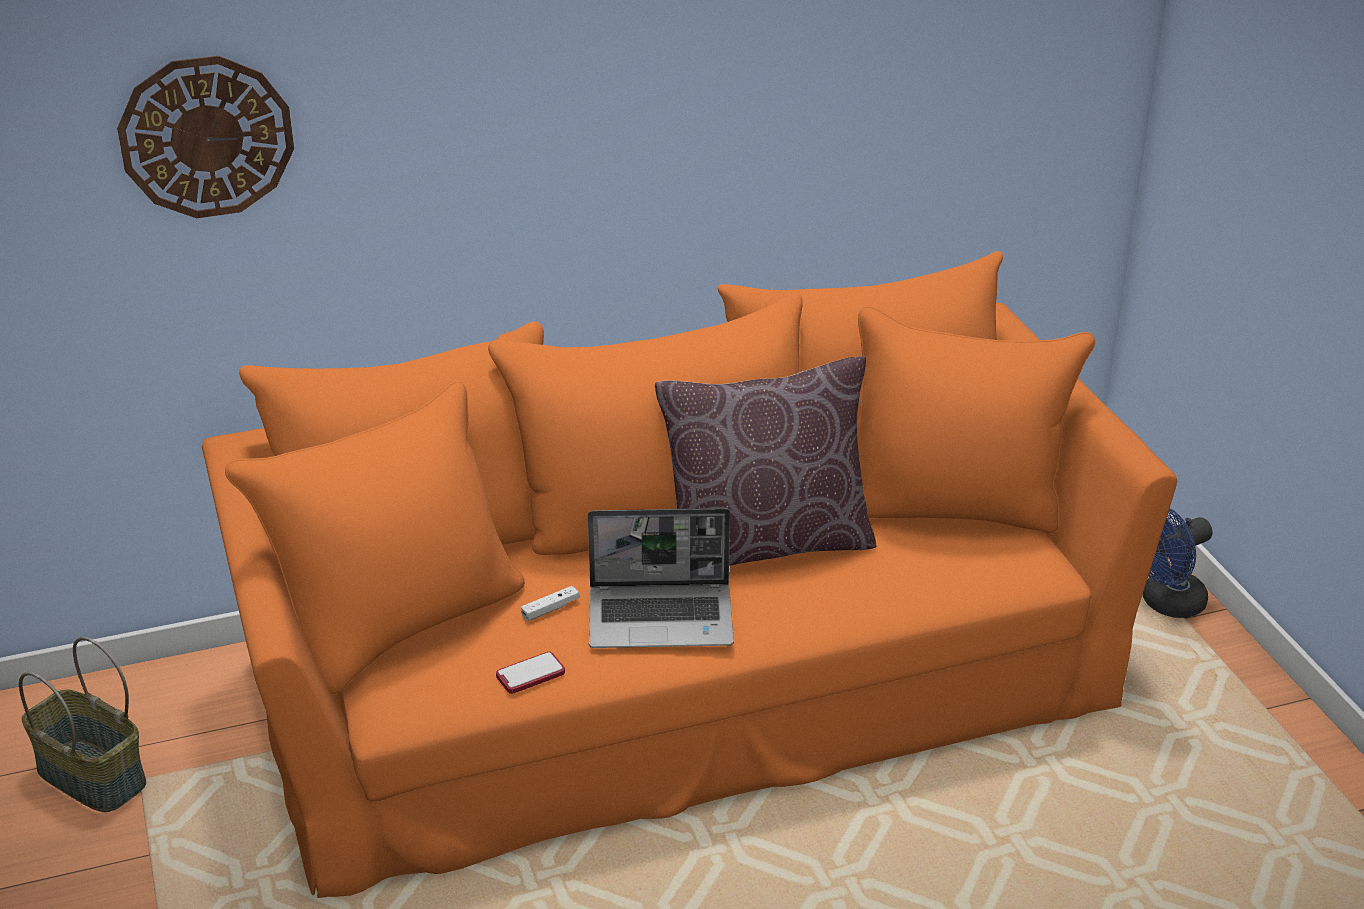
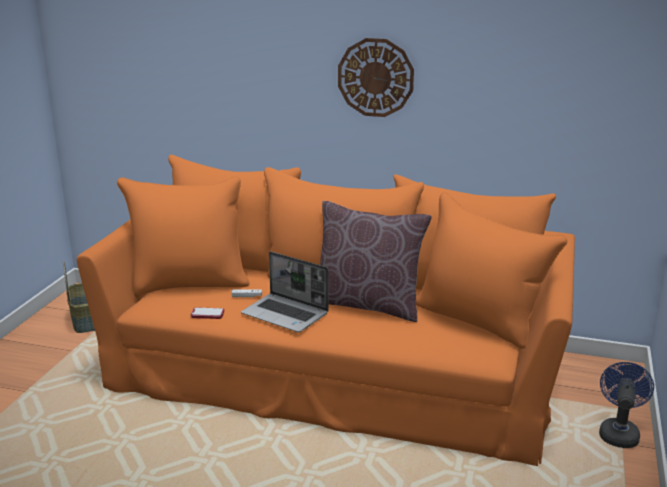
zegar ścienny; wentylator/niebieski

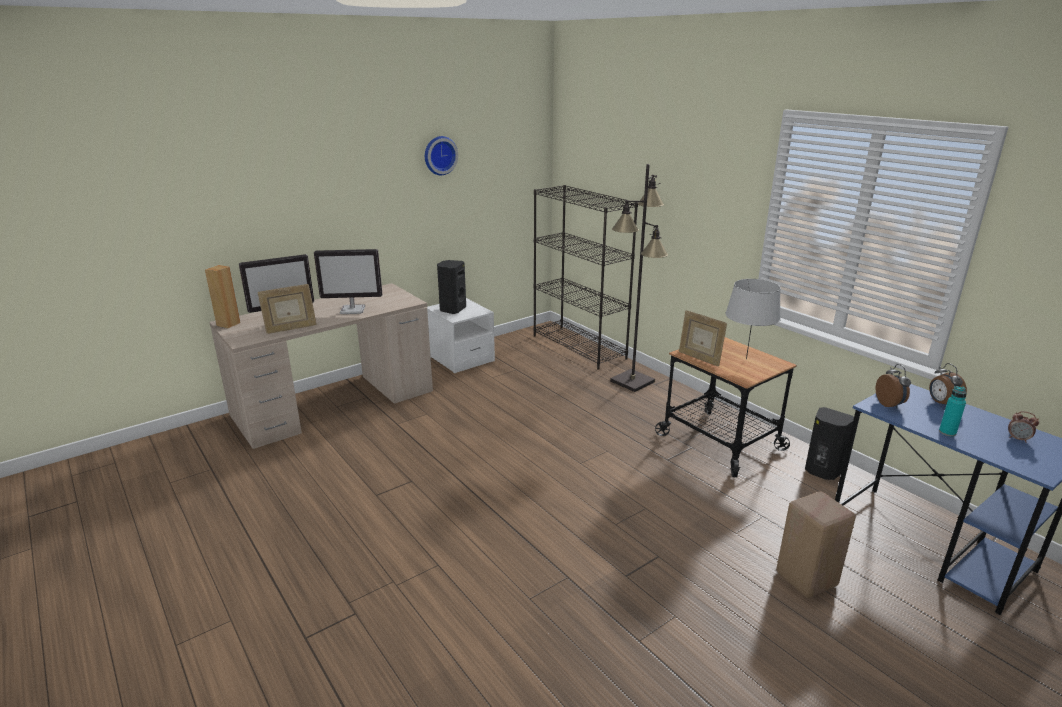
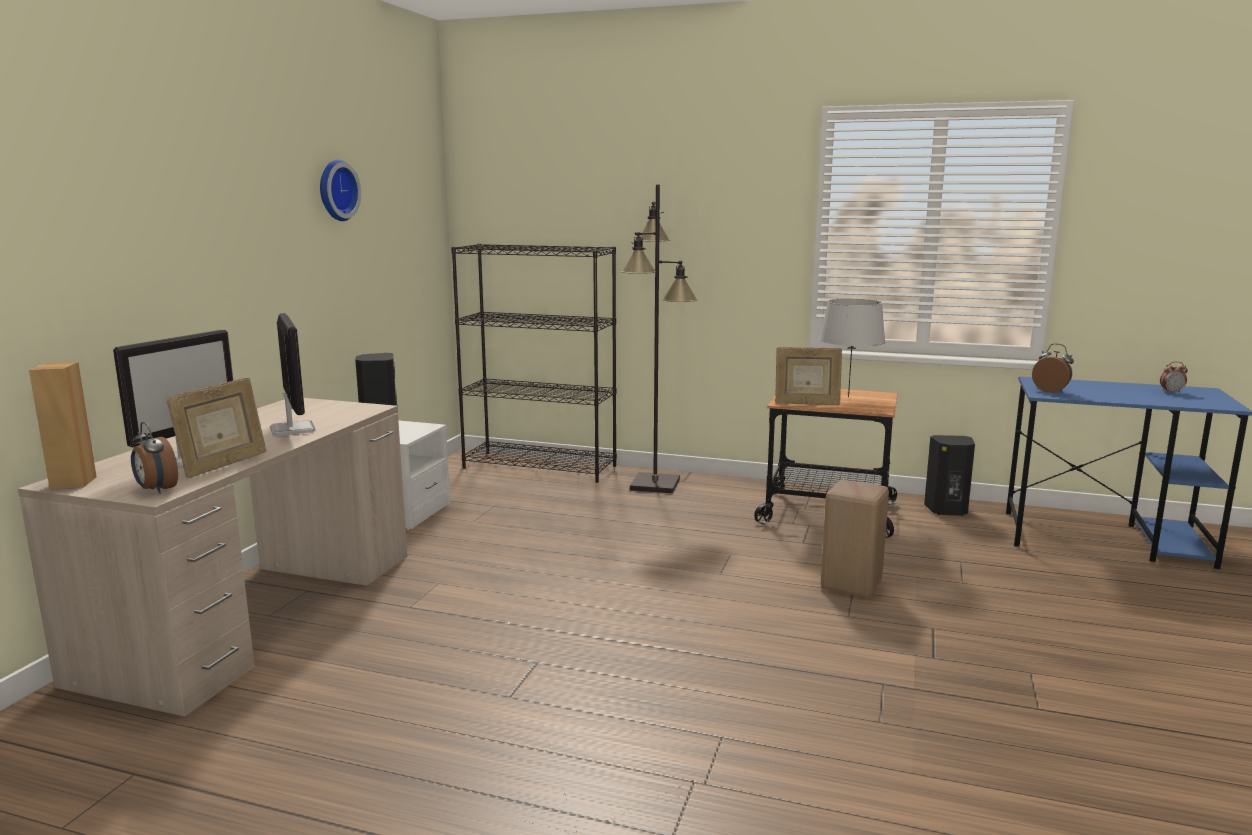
monitor (2nd from left); budzik (1st from left); butelka/turkusowy; stołek/beżowy

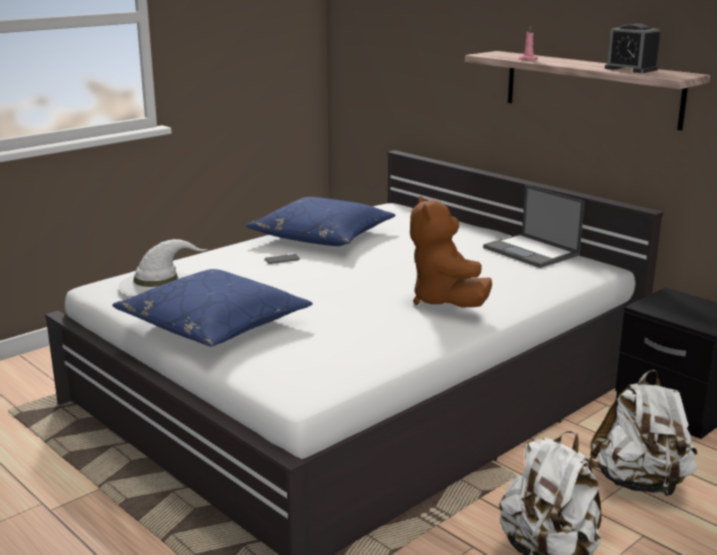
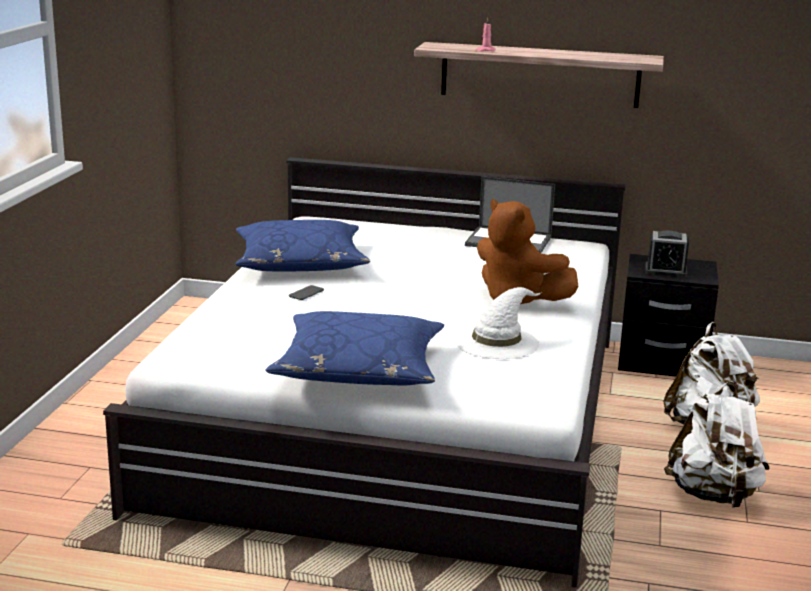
budzik; kapelusz/biały

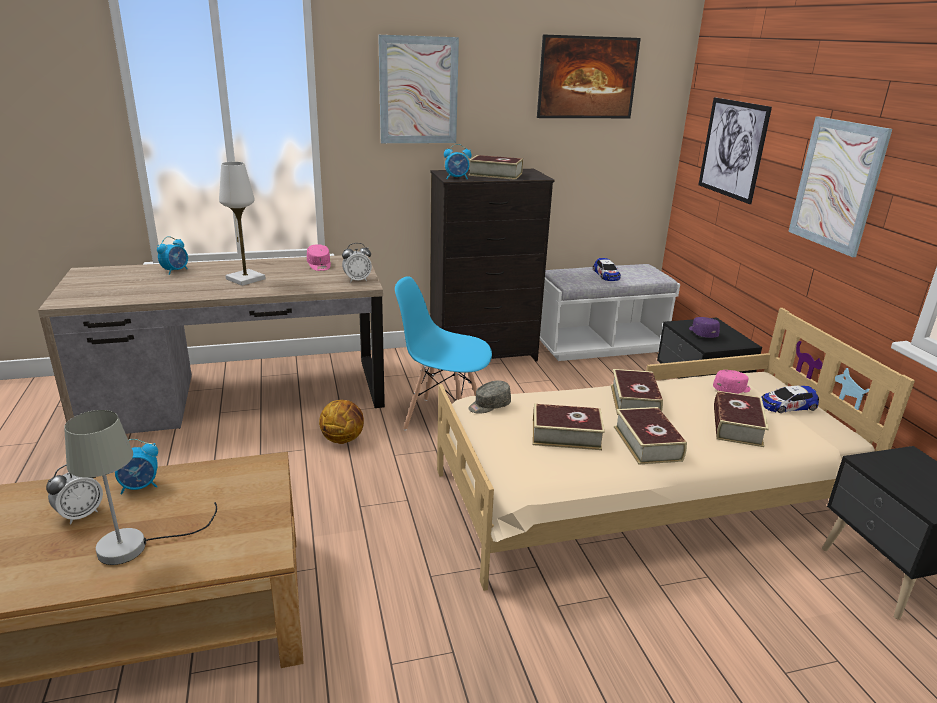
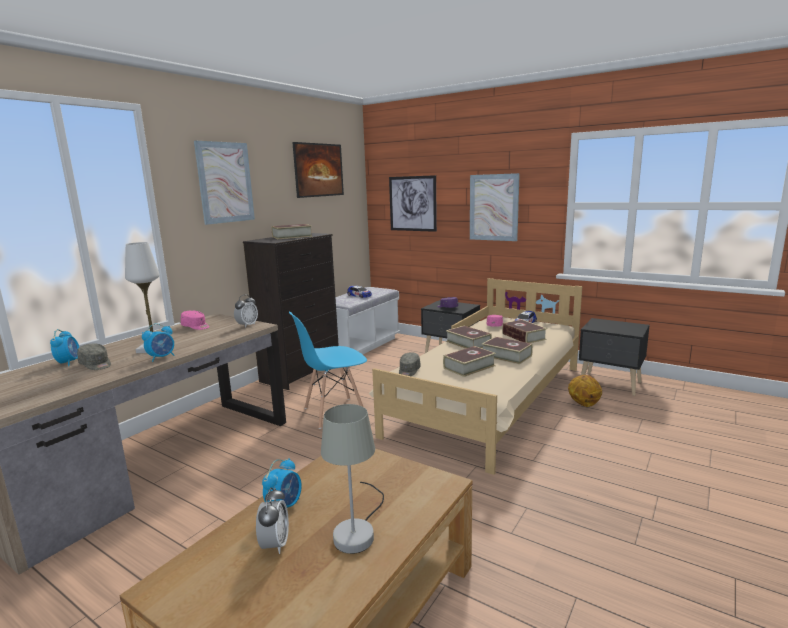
budzik (2nd from left); piłka do koszykówki; czapka z daszkiem/szary (1st from left)

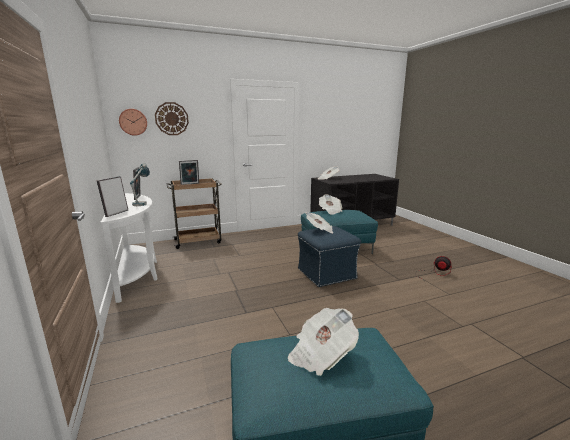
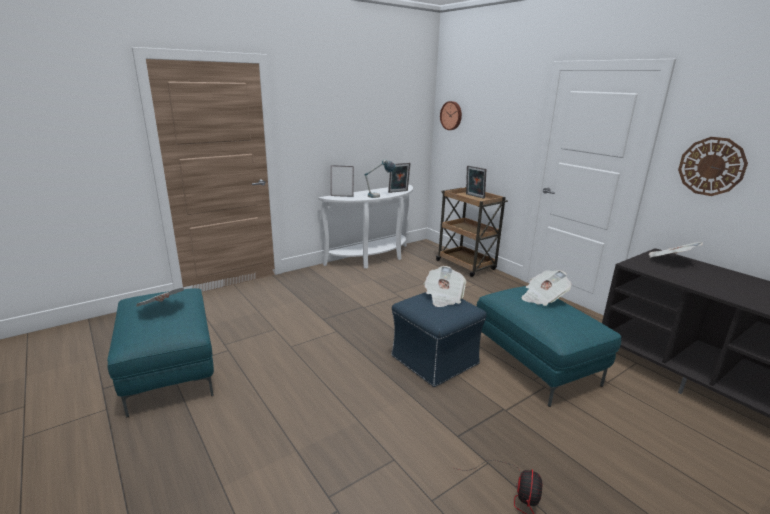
zegar ścienny (2nd from left)

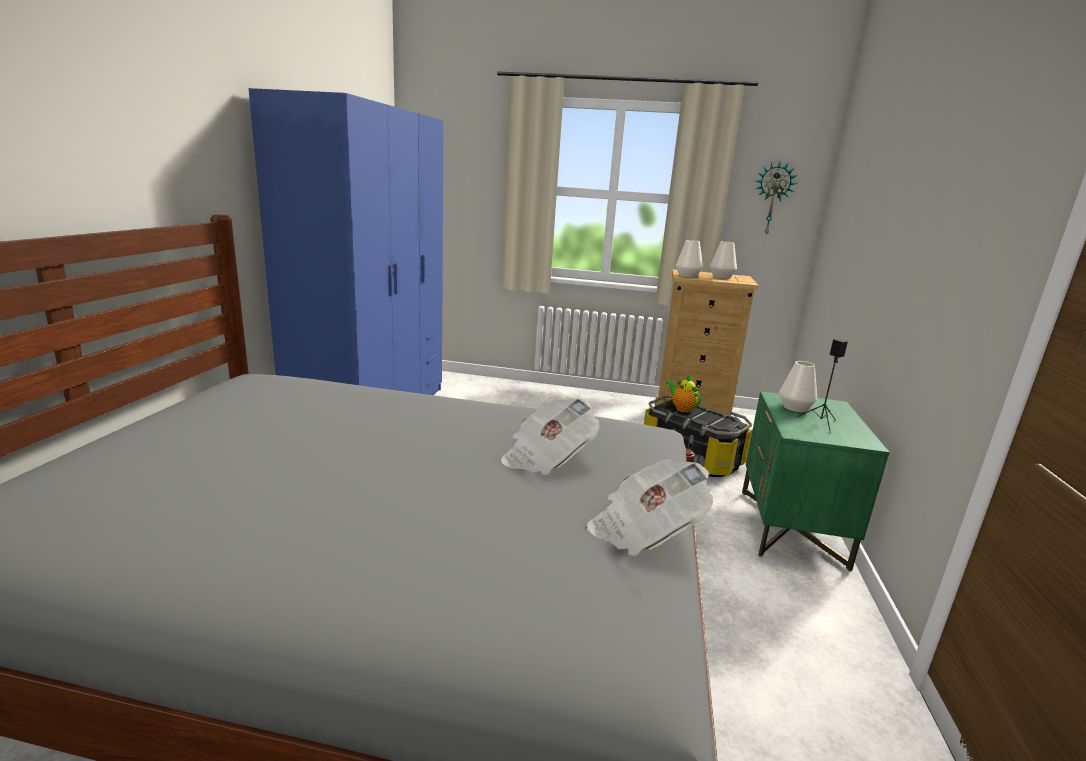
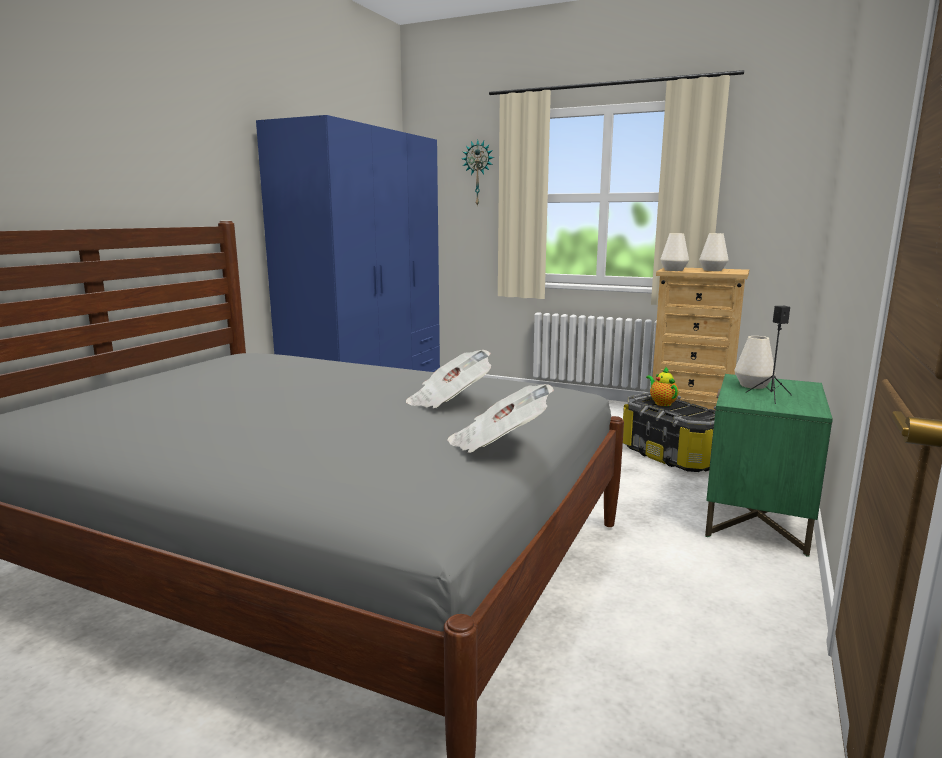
zegar ścienny

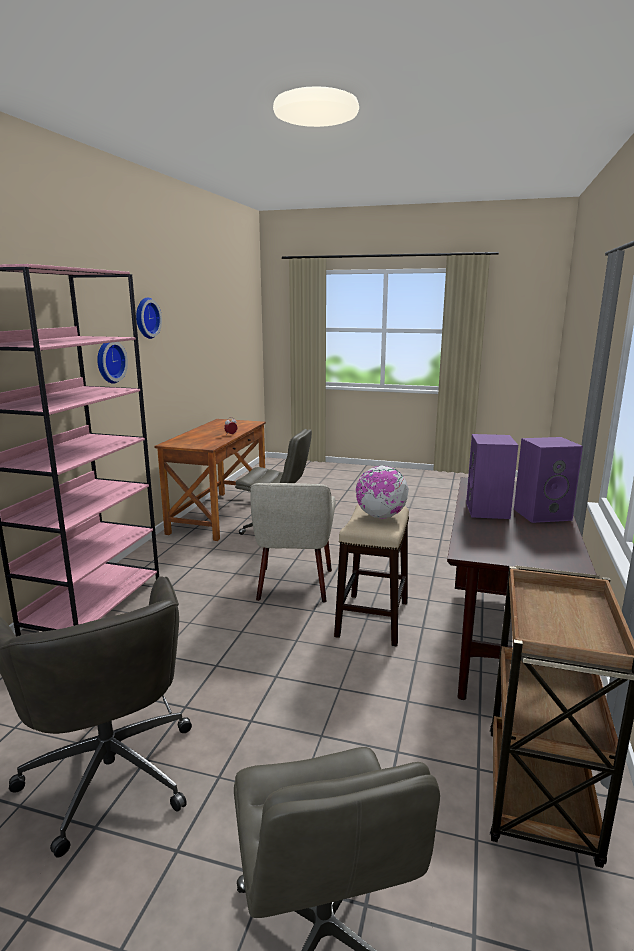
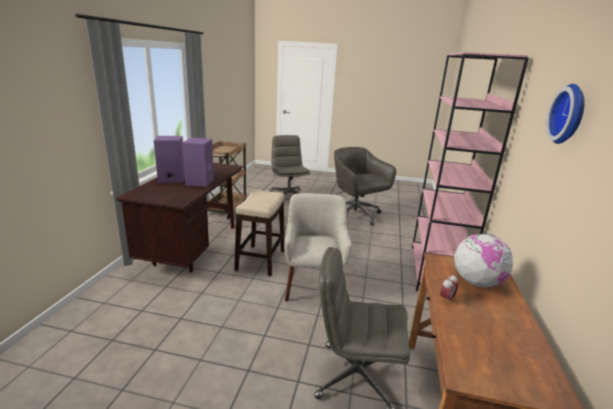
zegar ścienny (1st from left in the first image); globus

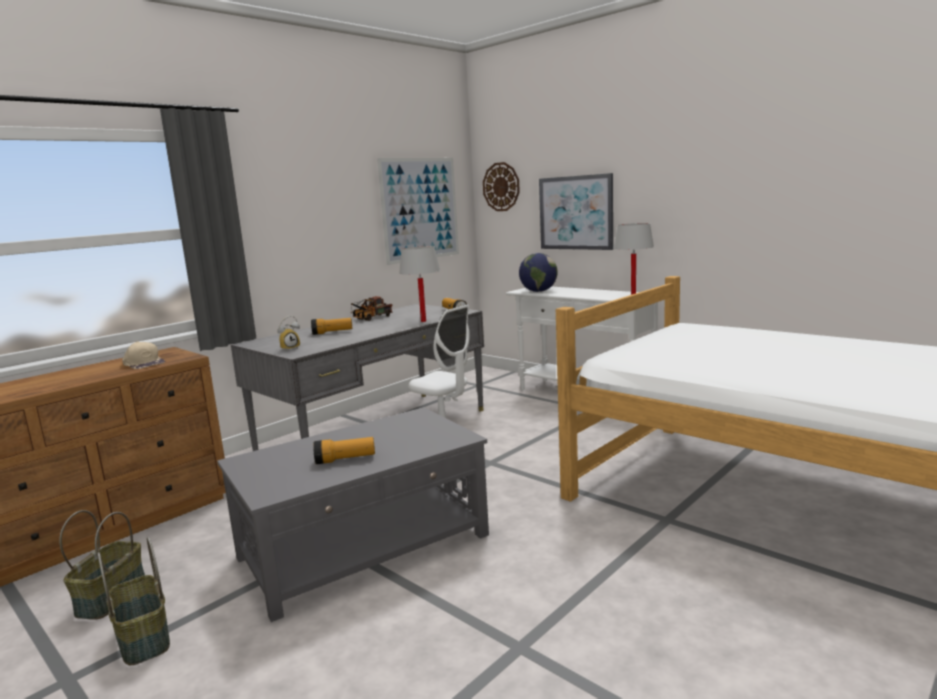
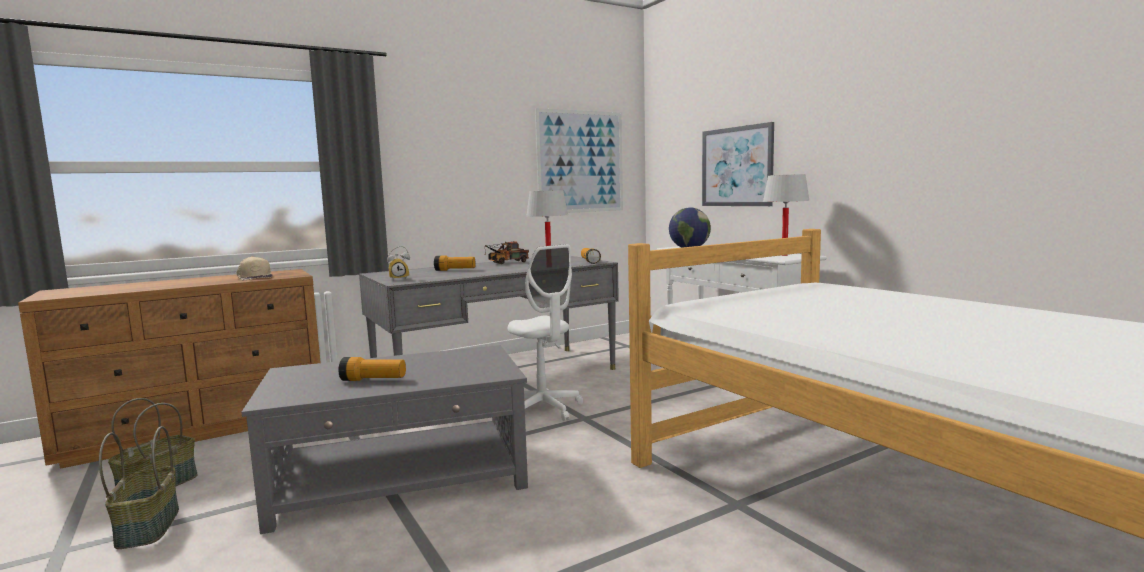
zegar ścienny

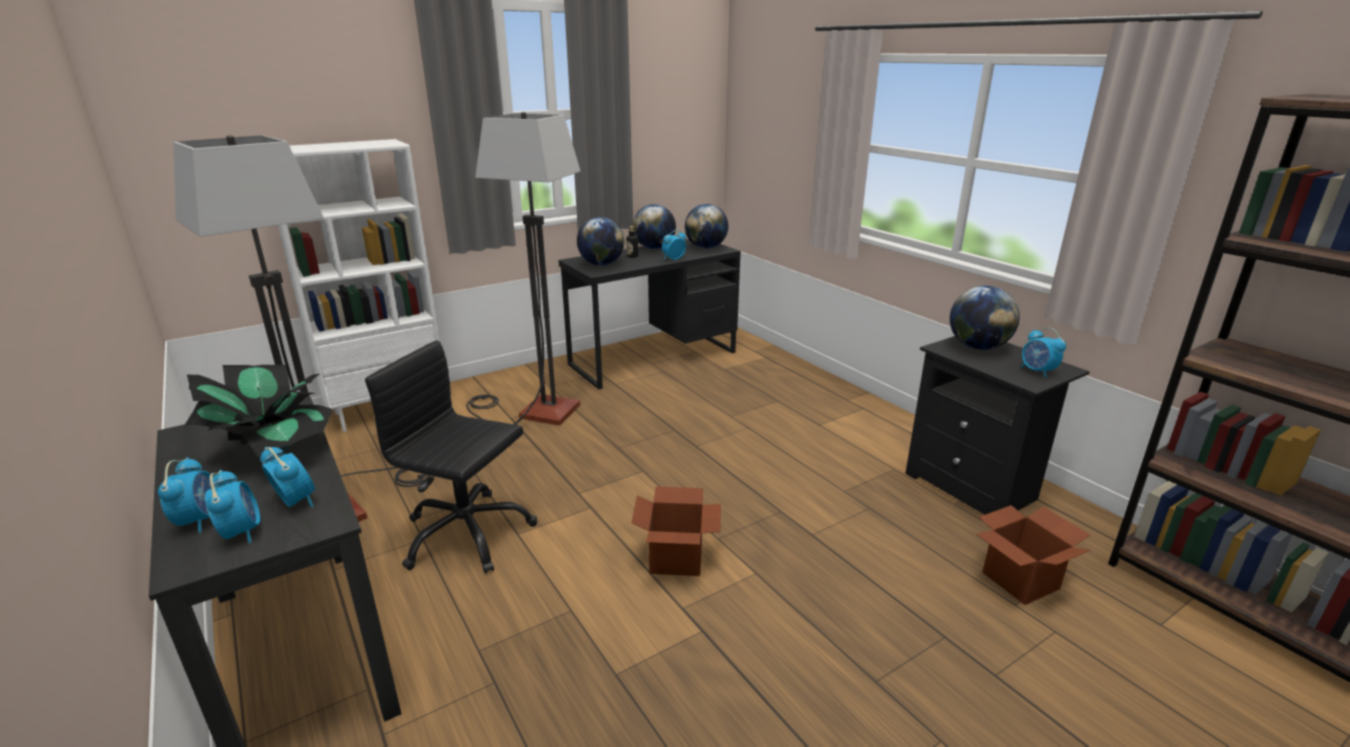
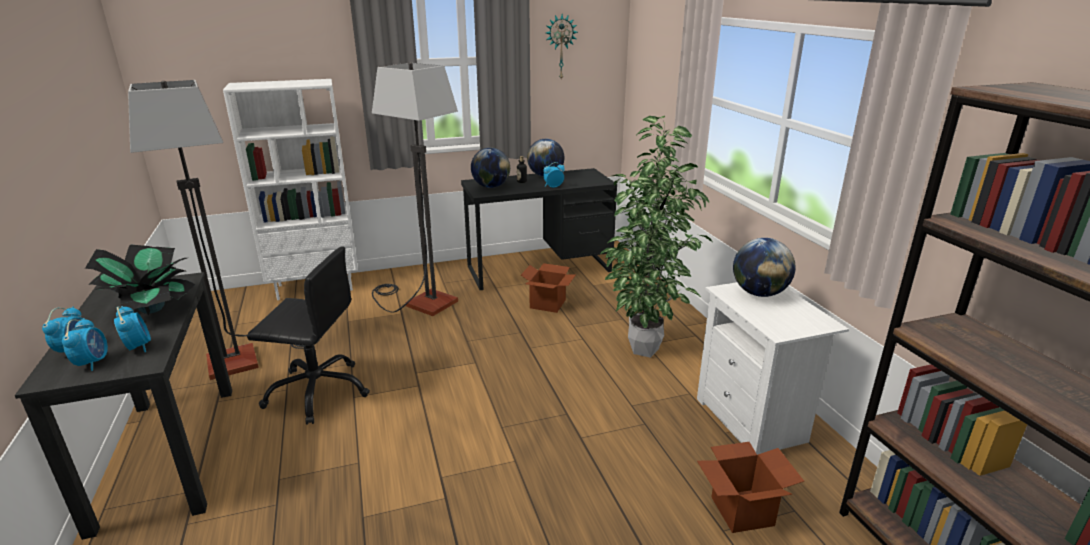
globus (3rd from left in the first image); budzik (5th from left in the first image); szafka nocna/biały; krzesło biurowe/czarny; karton (1st from left); zegar ścienny; roślina doniczkowa (2nd from left)

